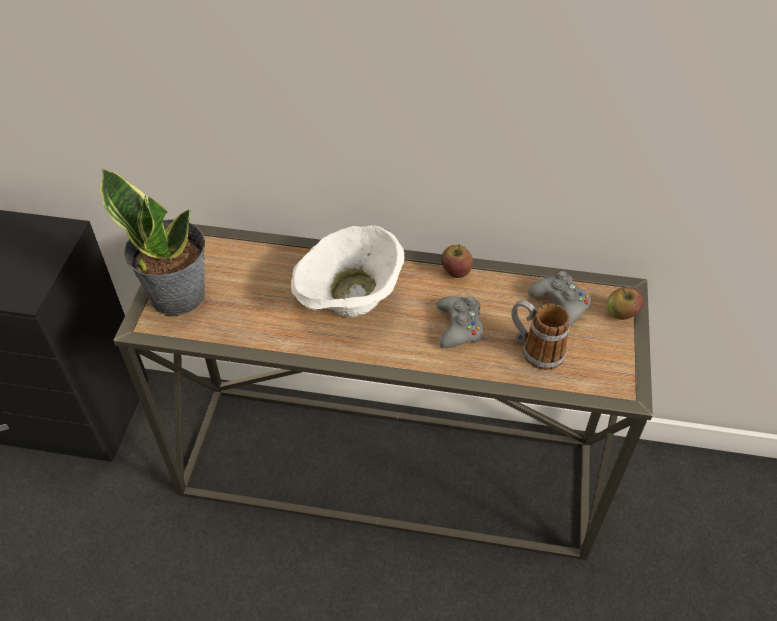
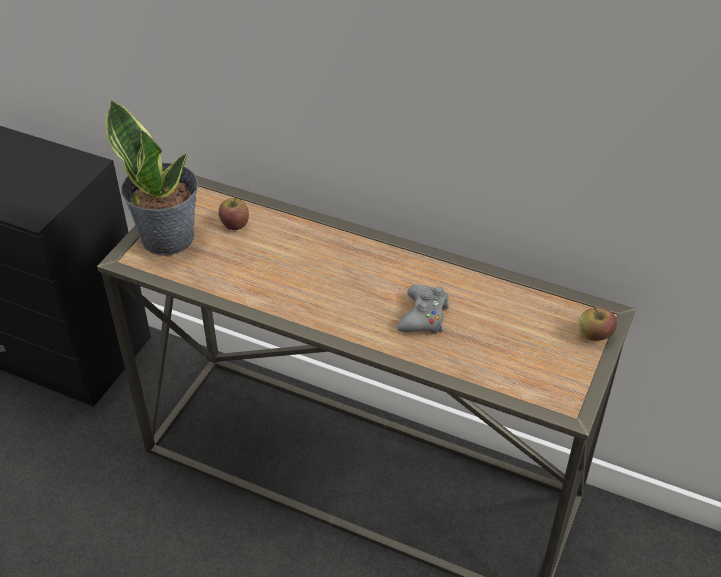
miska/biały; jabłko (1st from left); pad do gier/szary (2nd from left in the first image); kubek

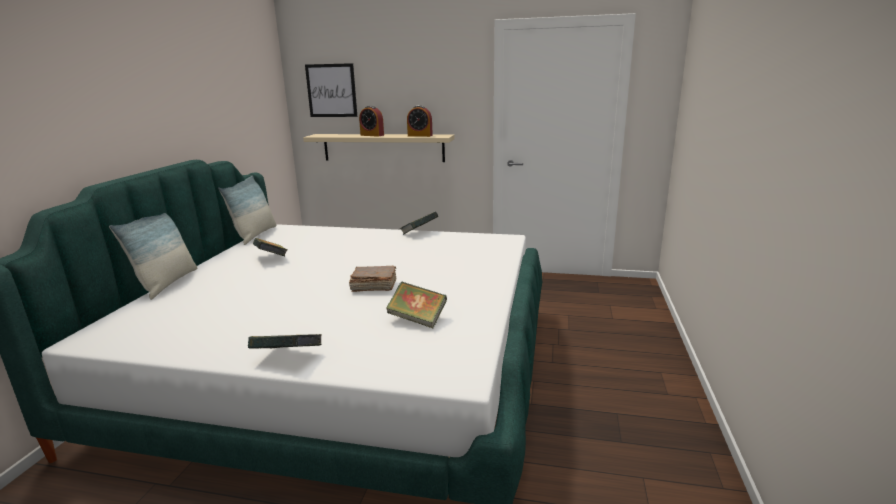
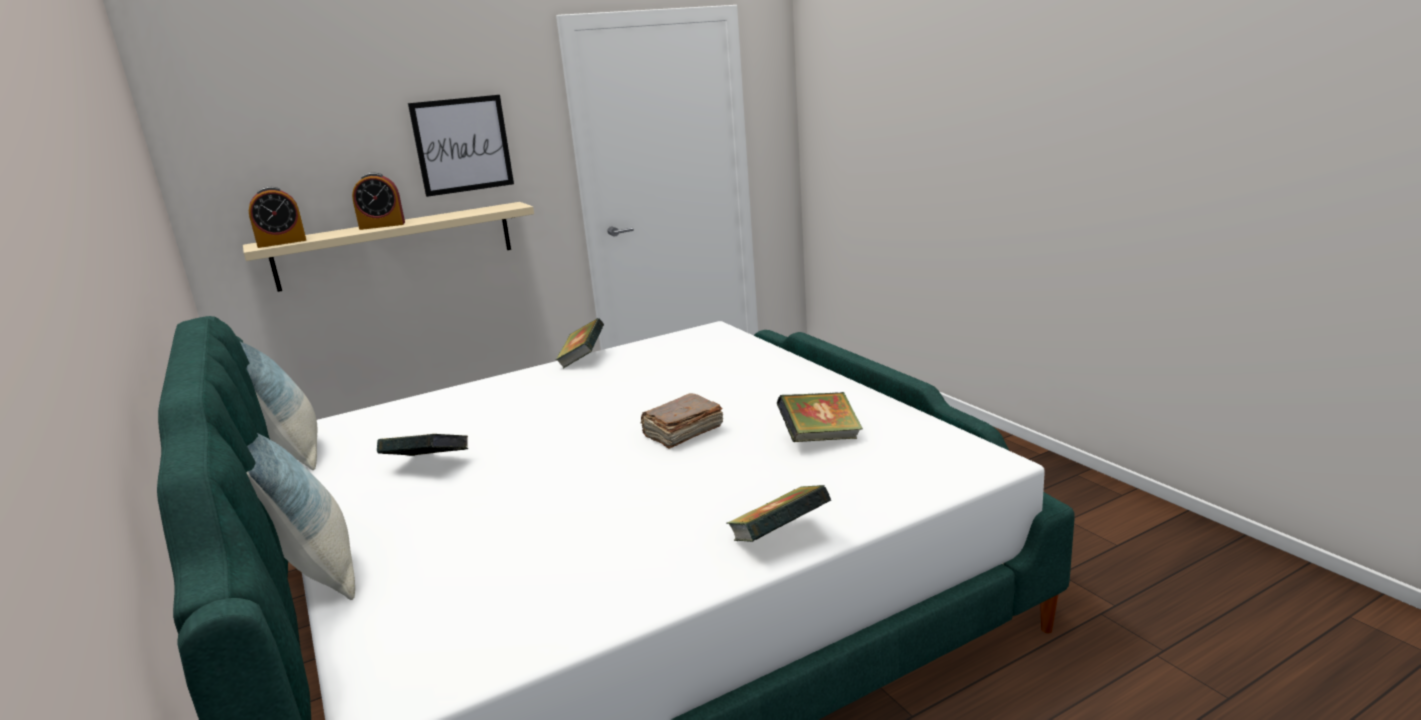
obraz; budzik (1st from left)

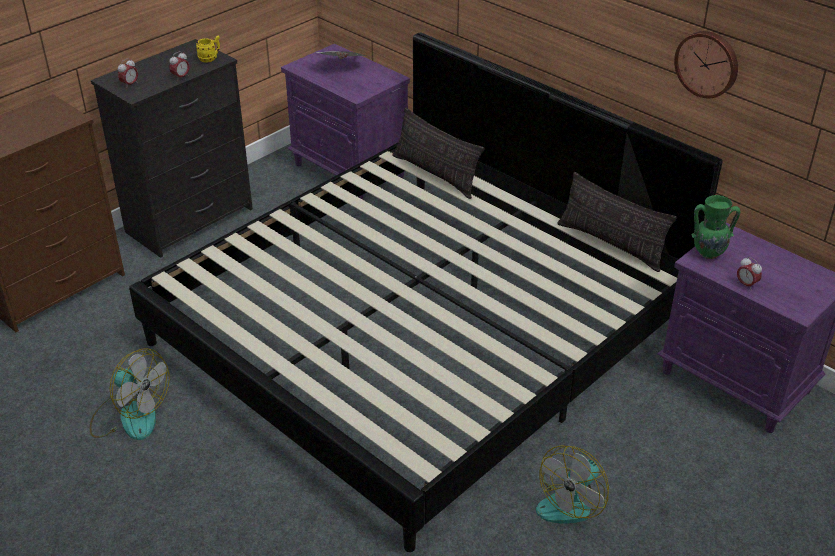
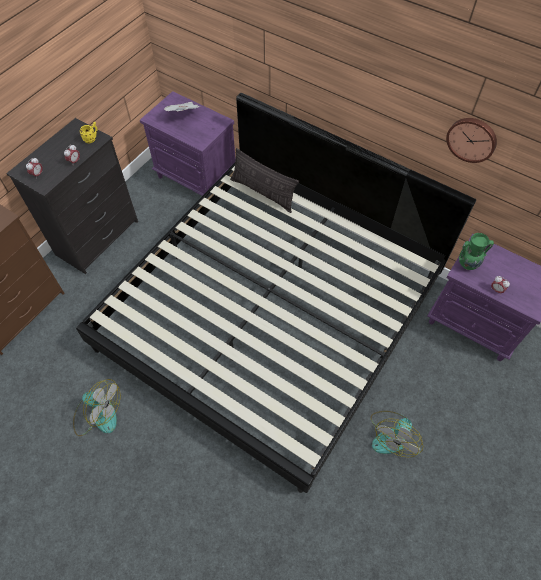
poduszka (2nd from left in the first image)

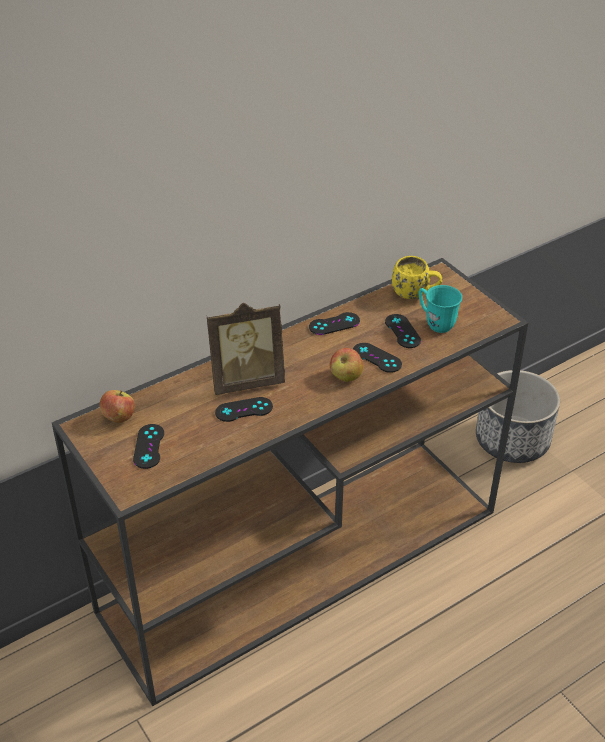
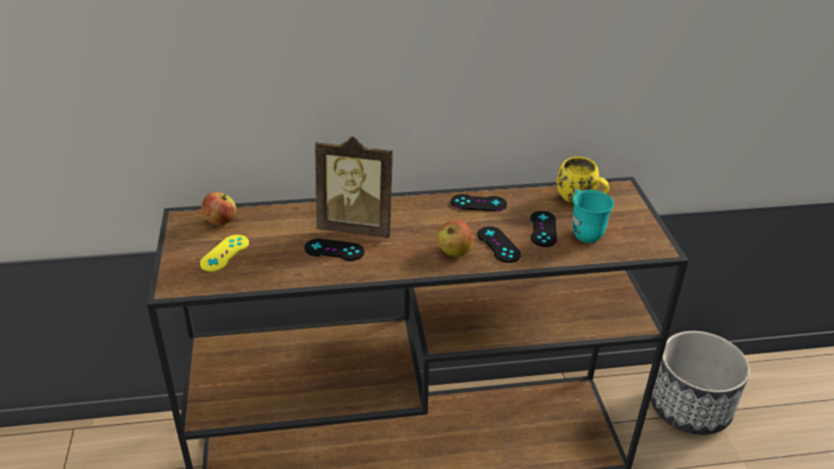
pad do gier/żółty

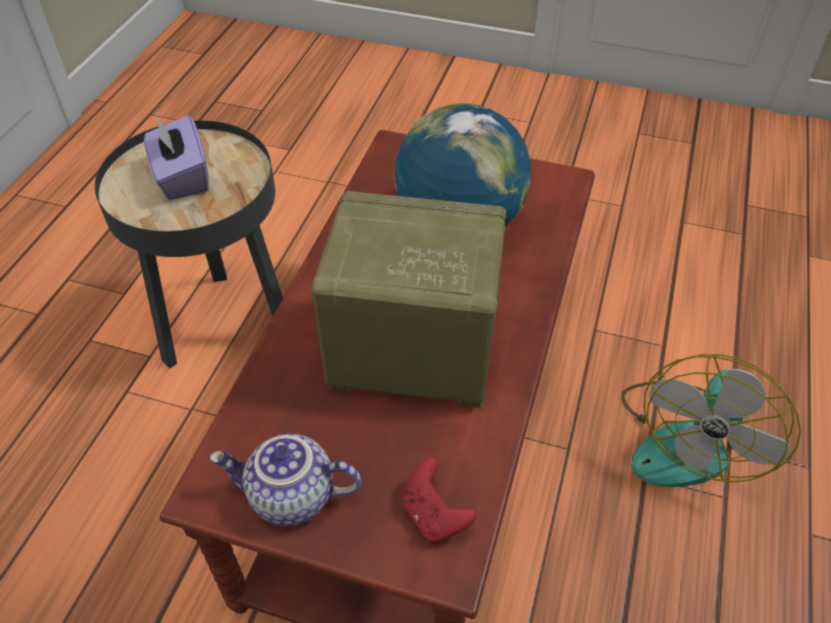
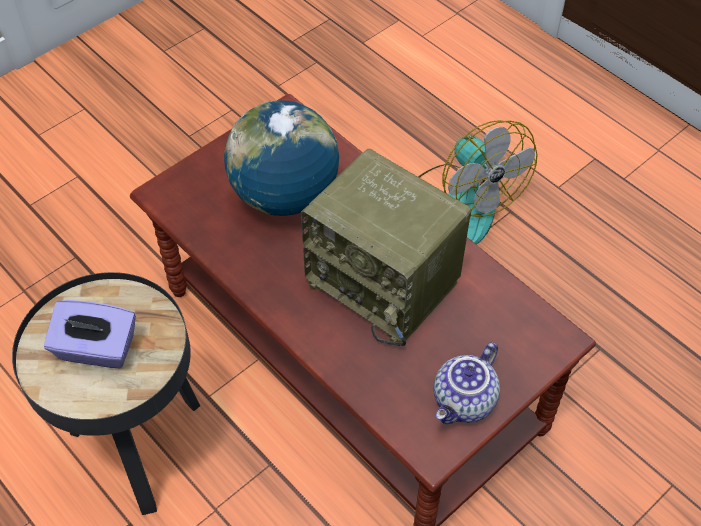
radio; pad do gier/czerwony

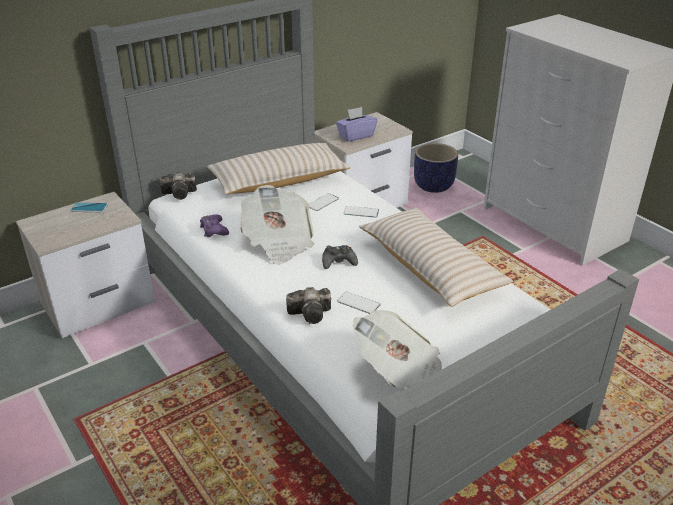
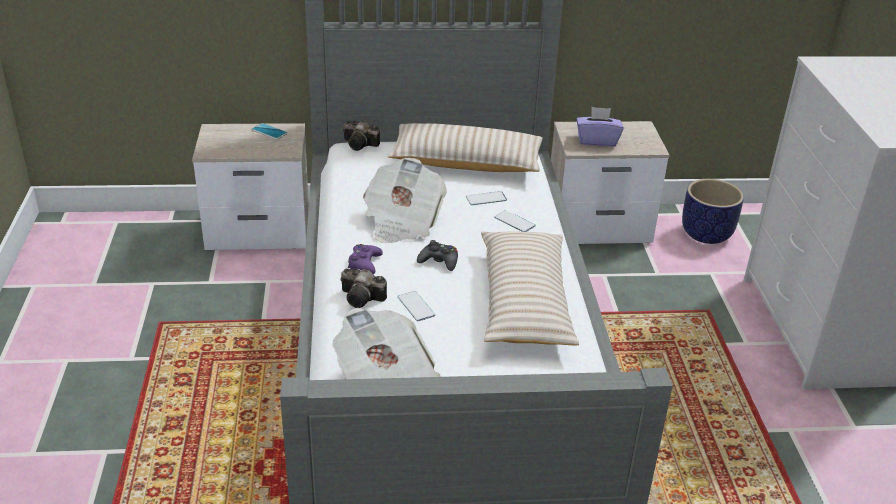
pad do gier/fioletowy

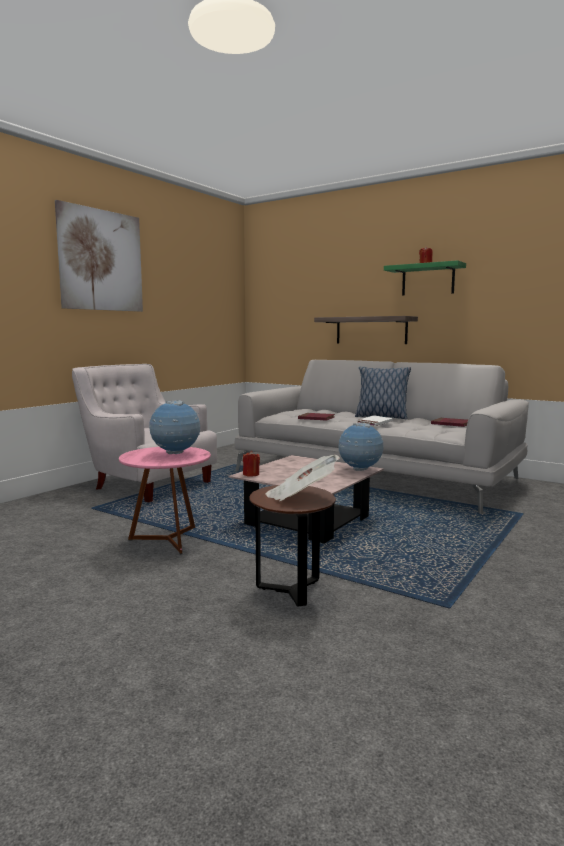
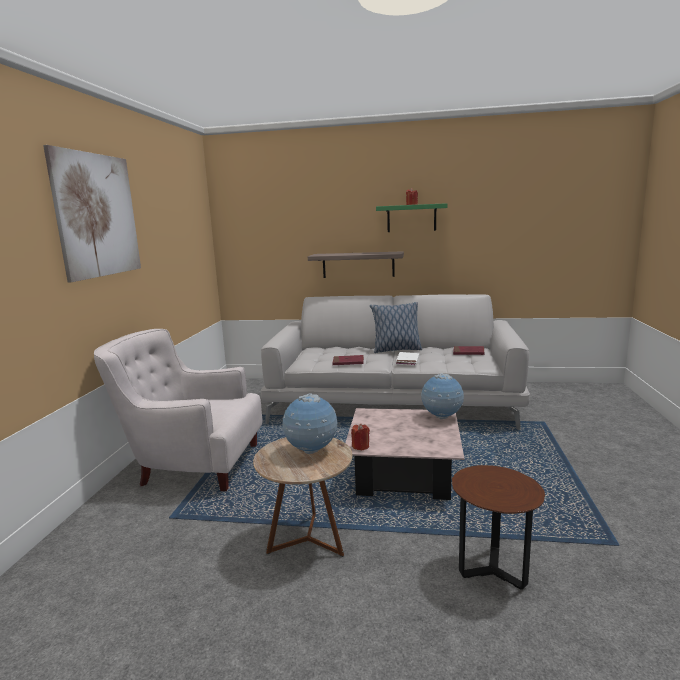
stolik/brązowy (1st from left); gazeta

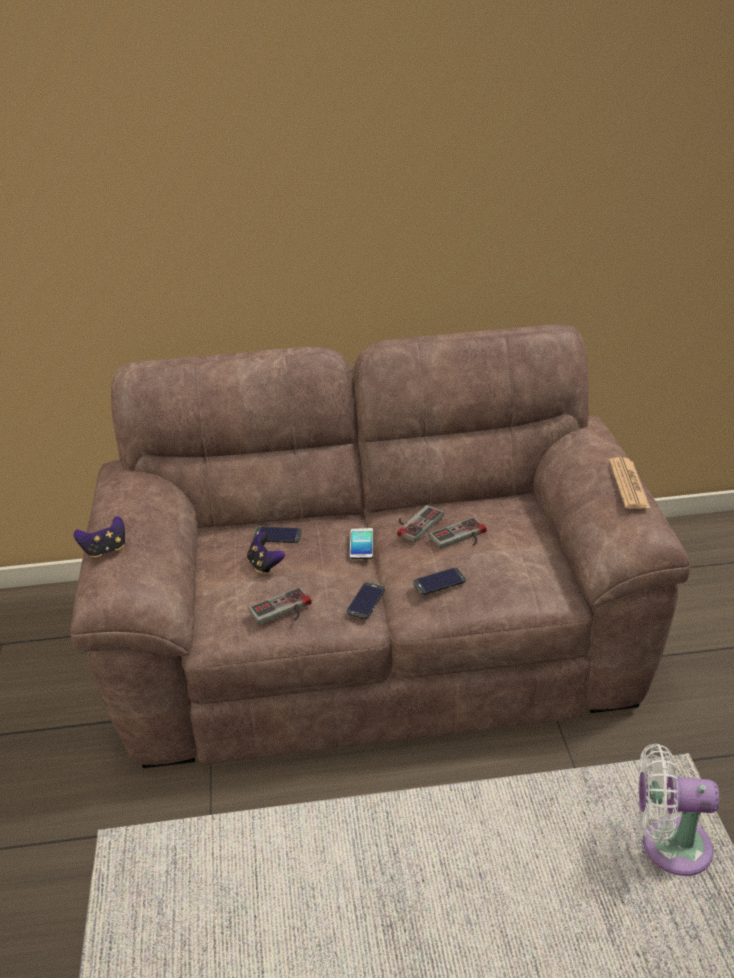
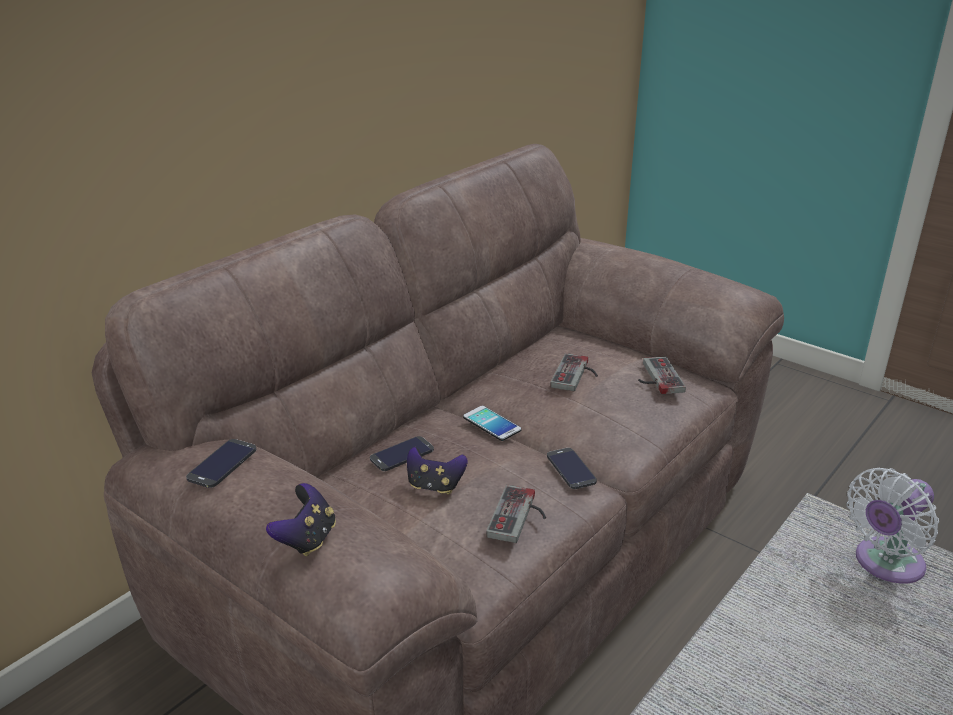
gazeta; pad do gier (5th from left); telefon (1st from left)

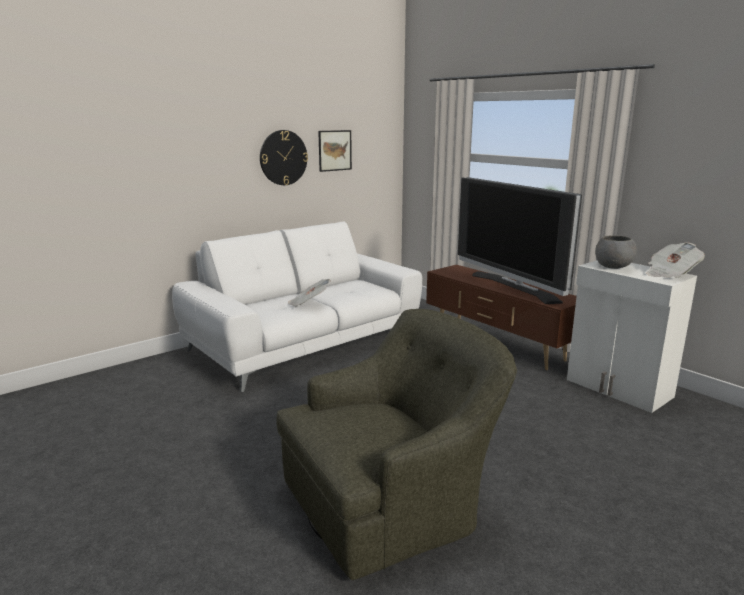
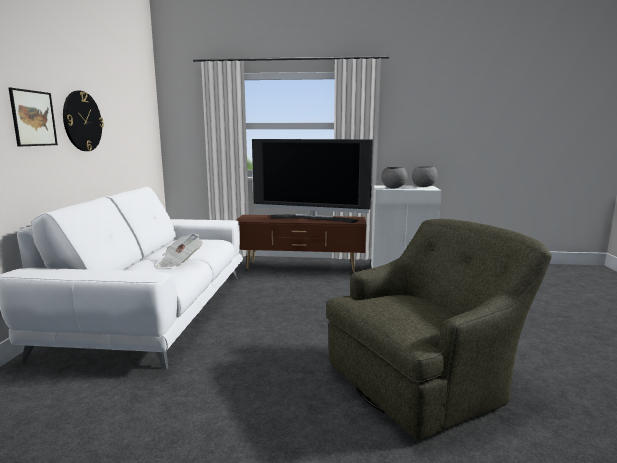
obraz; miska/szary (2nd from left); fotel/zielony

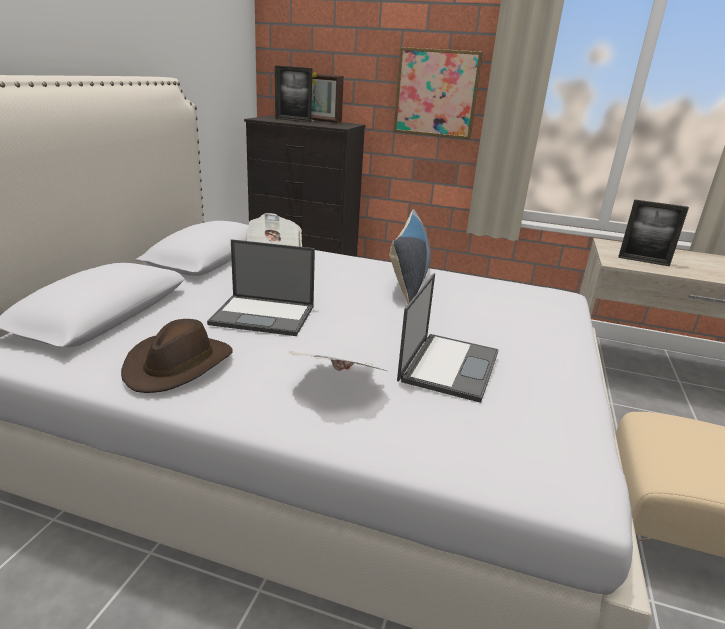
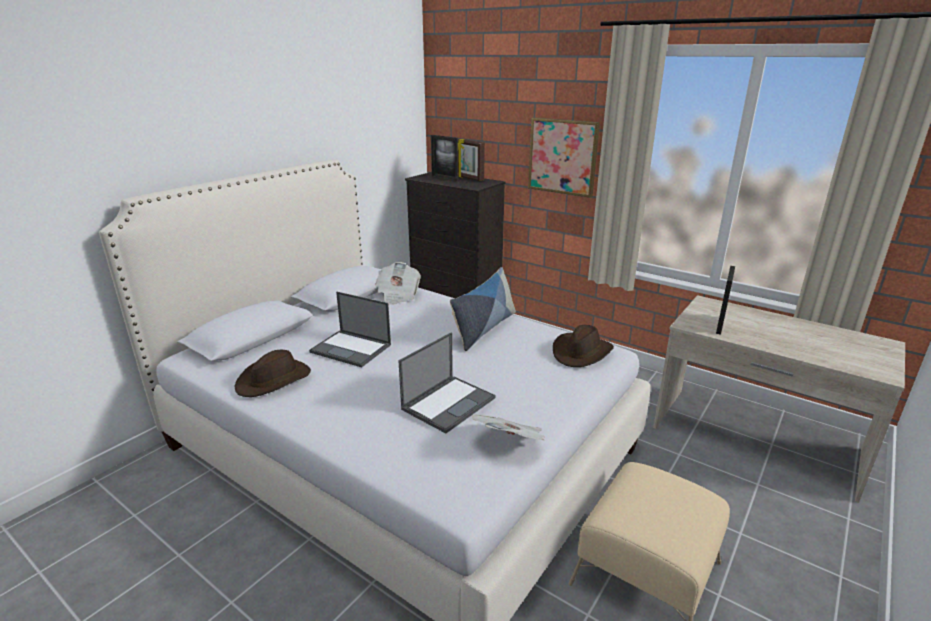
ramka na zdjęcie (3rd from left); gazeta (2nd from left); kapelusz/brązowy (2nd from left)

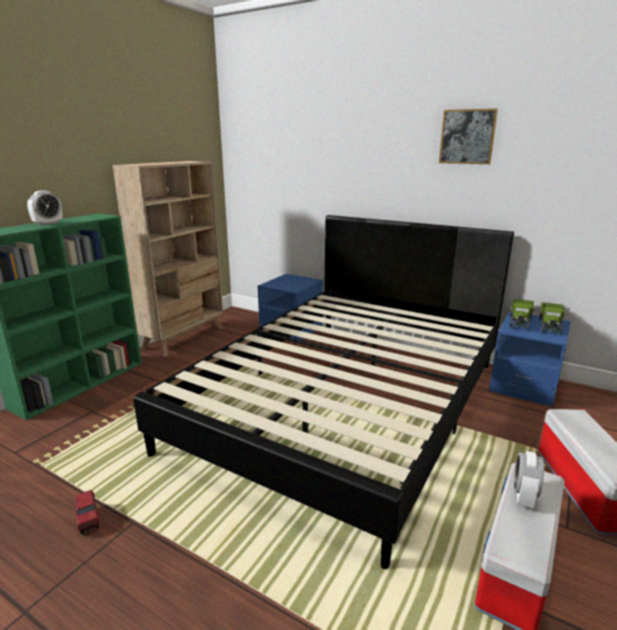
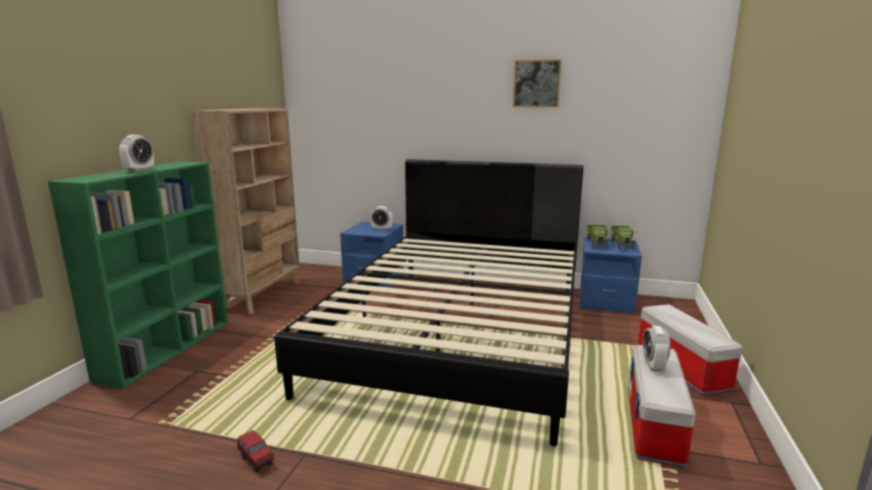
budzik (2nd from left)

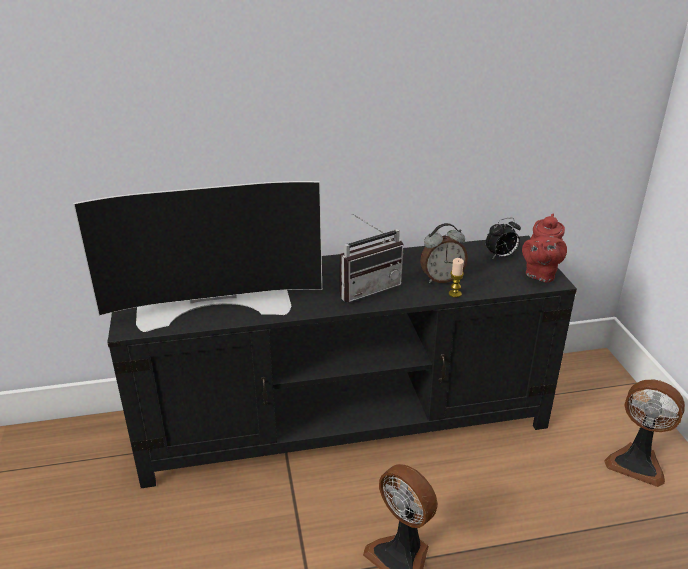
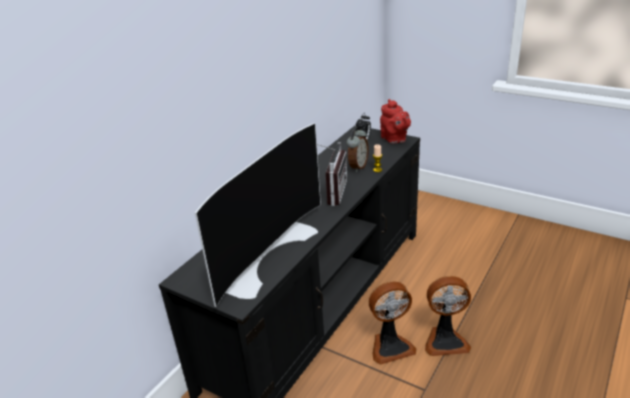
wentylator (1st from left)

